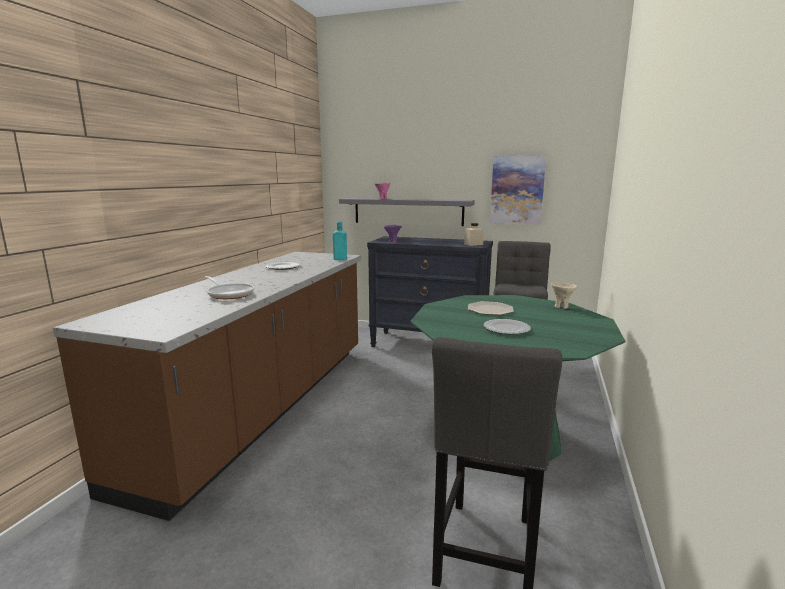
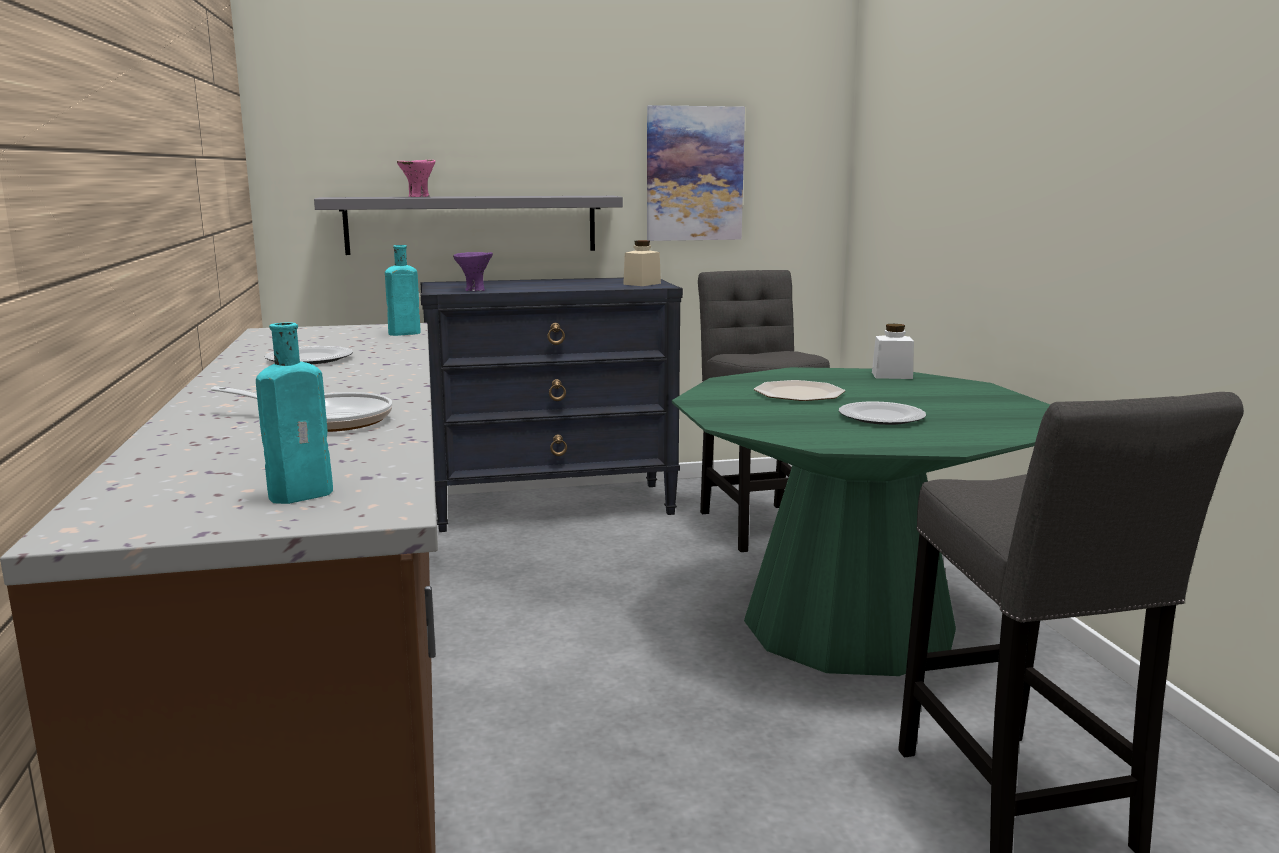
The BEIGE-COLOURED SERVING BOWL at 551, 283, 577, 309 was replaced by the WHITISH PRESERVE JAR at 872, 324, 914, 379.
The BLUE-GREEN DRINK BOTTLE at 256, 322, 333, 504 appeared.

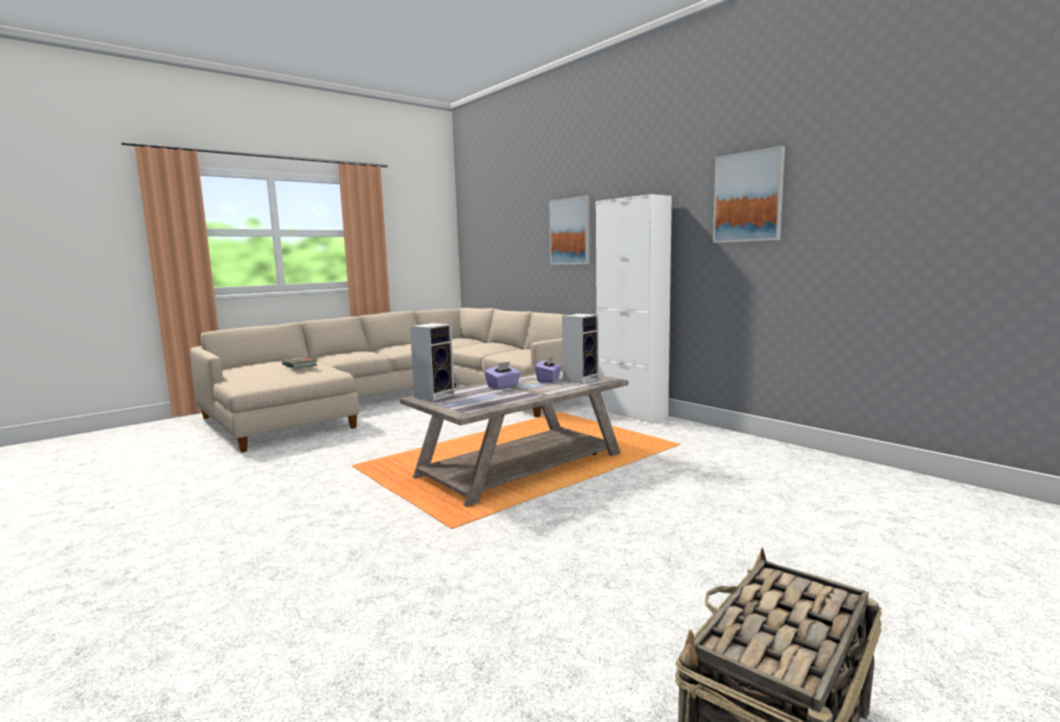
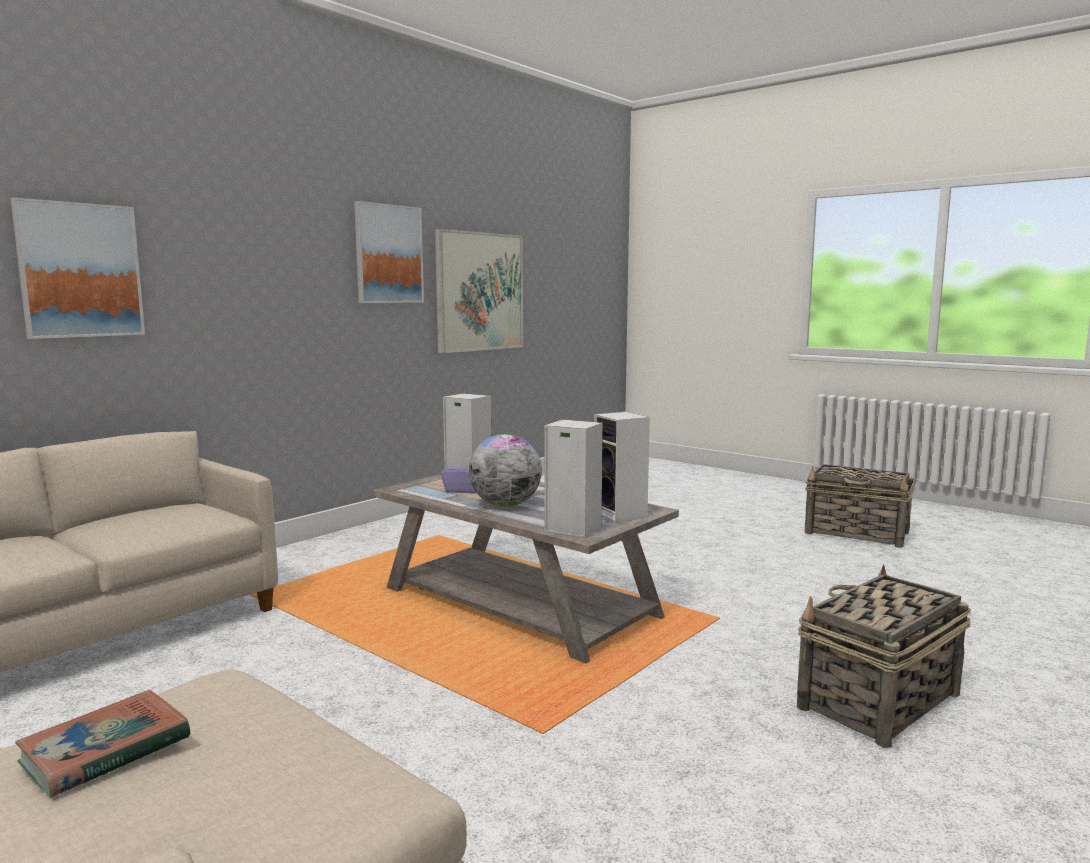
The PURPLE TISSUE HOLDER at 484, 362, 521, 389 was replaced by the DESK GLOBE at 469, 434, 542, 507.
The WHITISH CABINET at 596, 194, 672, 423 disappeared.
The PICTURE at 435, 229, 523, 353 appeared.
The AUDIO SPEAKER at 594, 412, 650, 523 appeared.
The BASKET at 797, 564, 971, 748 appeared.

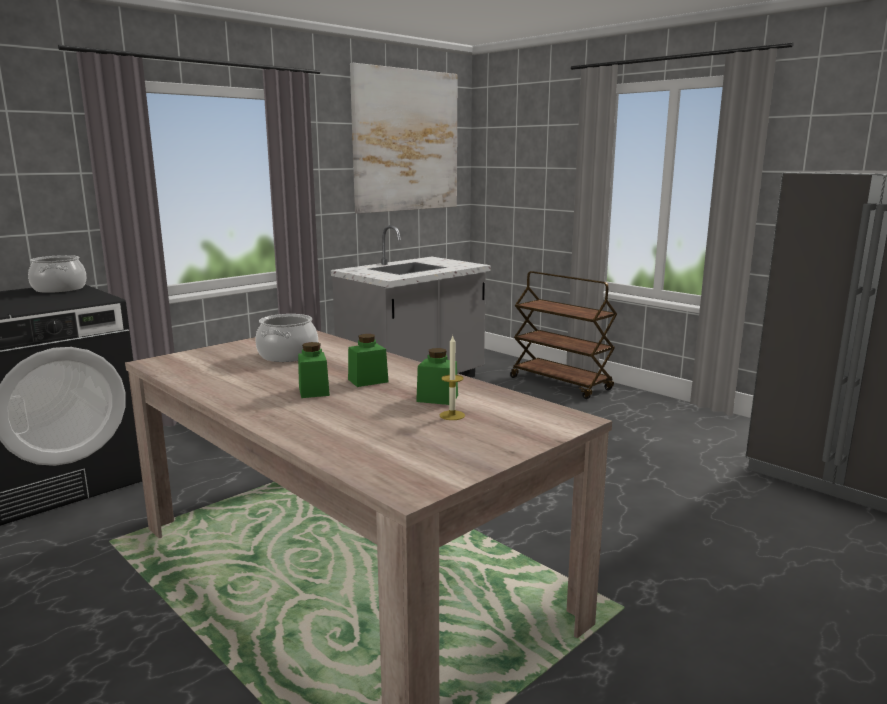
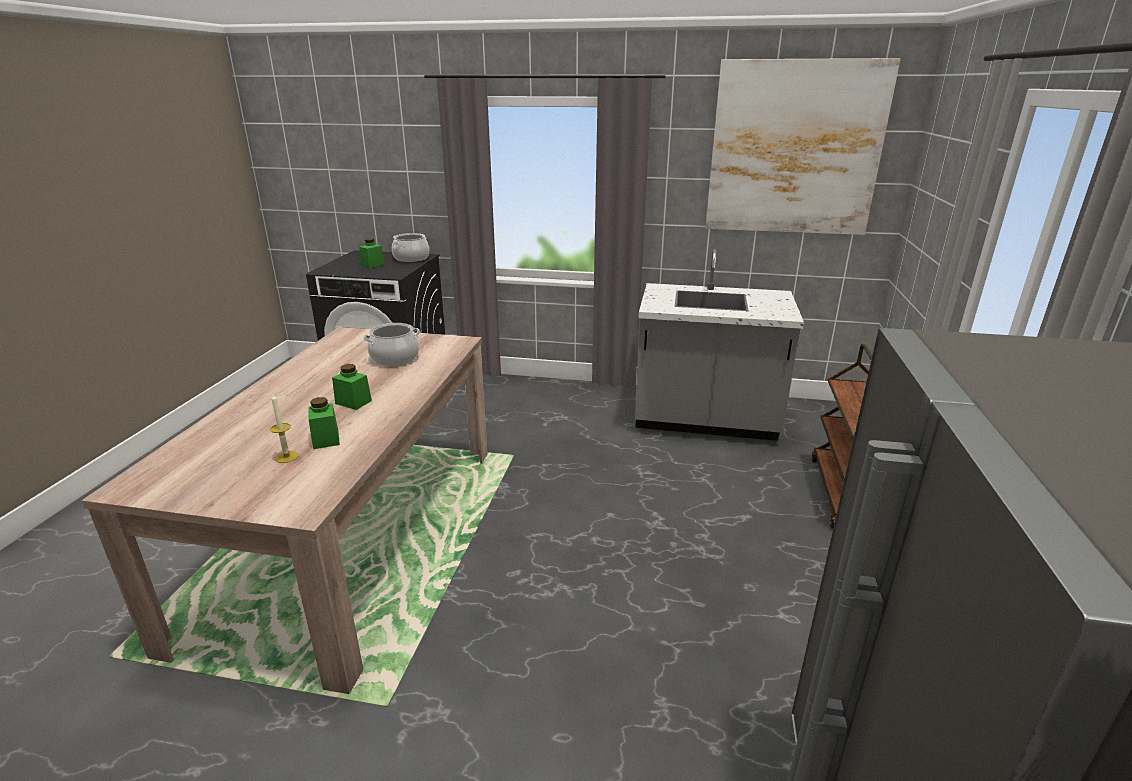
The GREENISH PRESERVE JAR moved from 298, 342, 330, 398 to 359, 238, 385, 268.

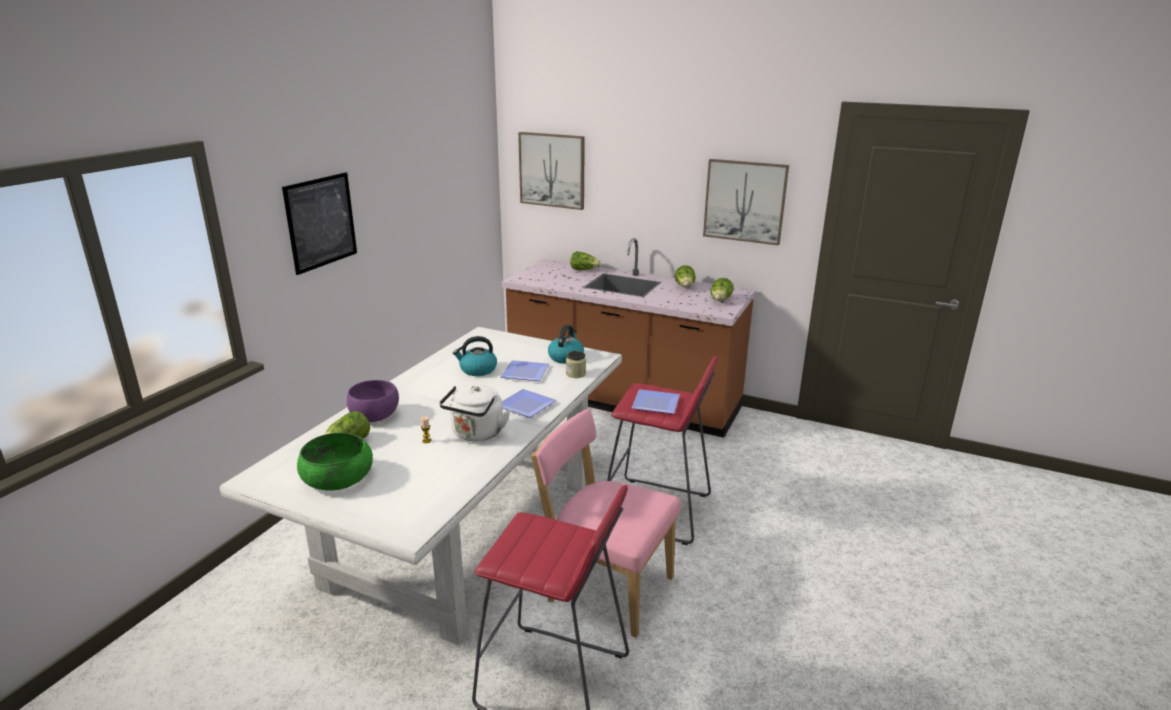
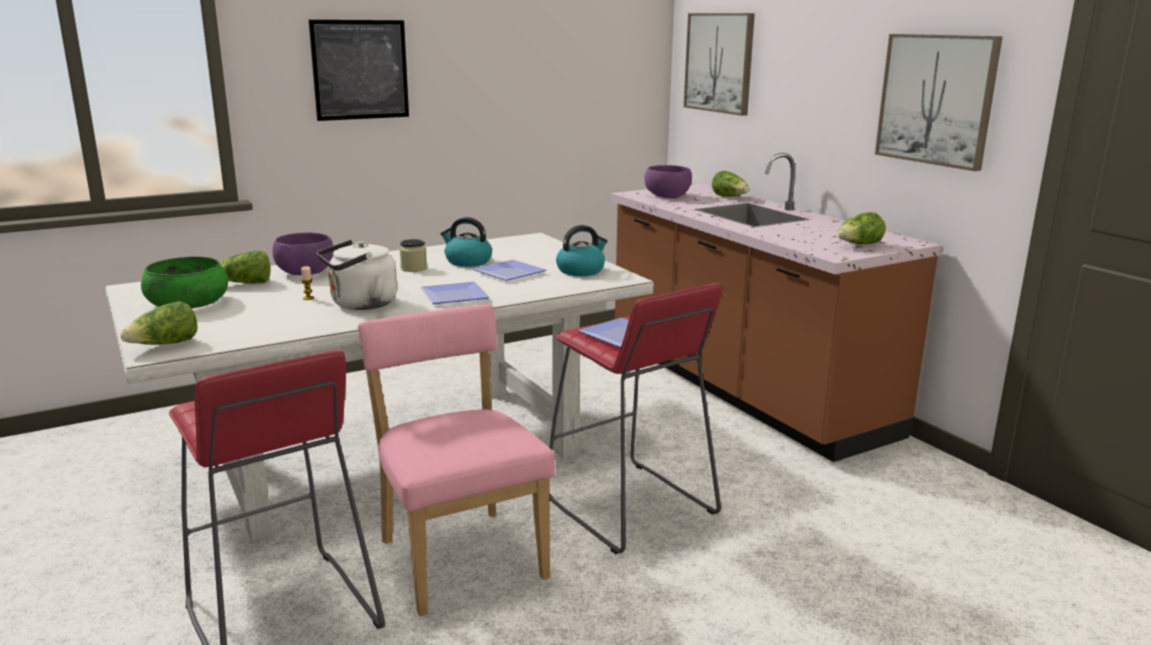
The PRESERVE JAR moved from 566, 351, 586, 378 to 399, 239, 427, 272.
The HEAD OF LETTUCE moved from 675, 265, 696, 287 to 120, 301, 198, 345.
The PURPLE SERVING BOWL at 644, 165, 692, 198 appeared.

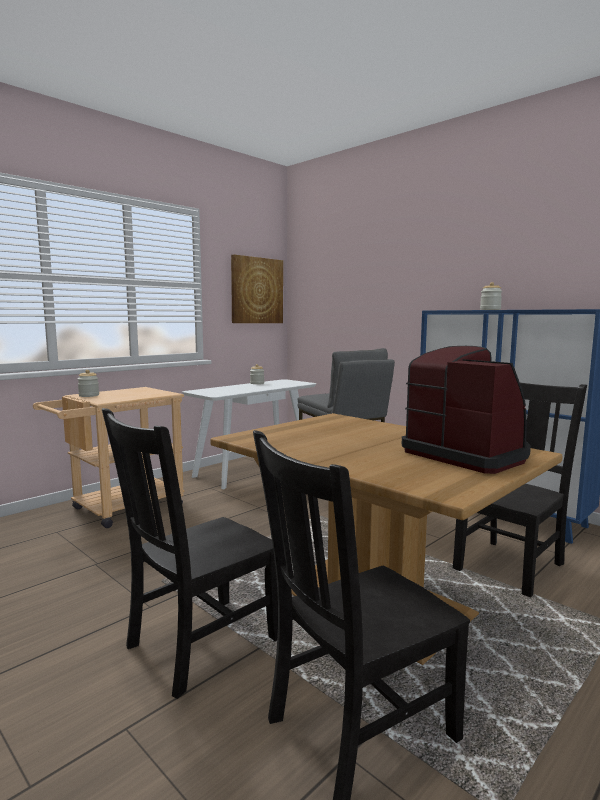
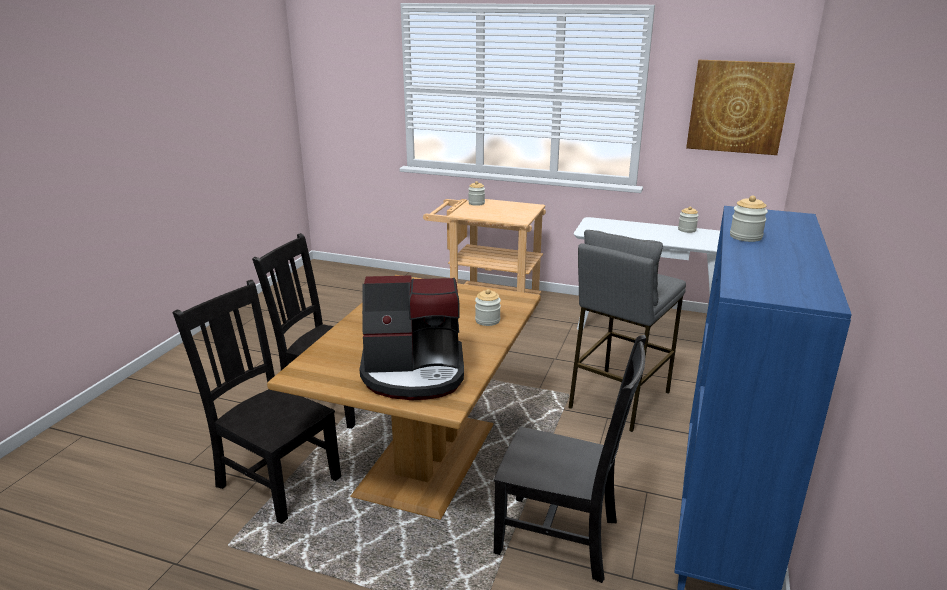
The COFFEE MAKER at 402, 346, 531, 474 turned 60 degrees clockwise.
The PRESERVE JAR at 475, 289, 501, 326 appeared.

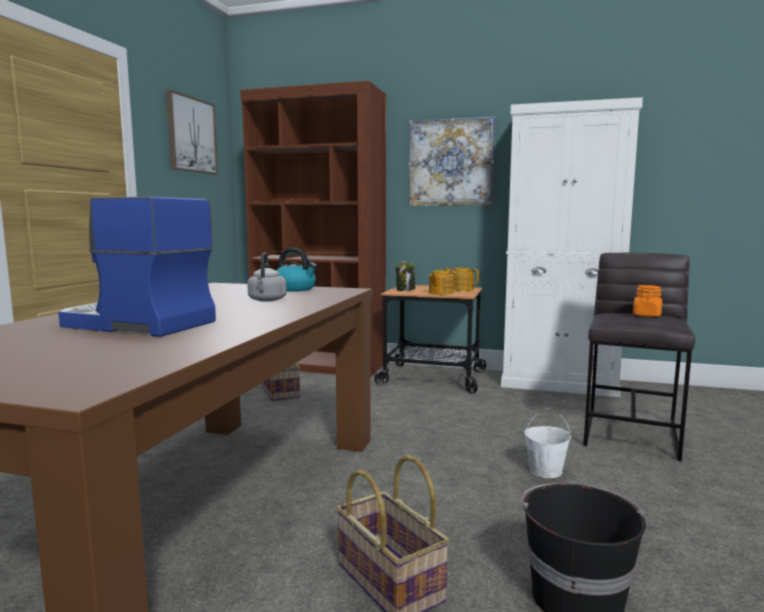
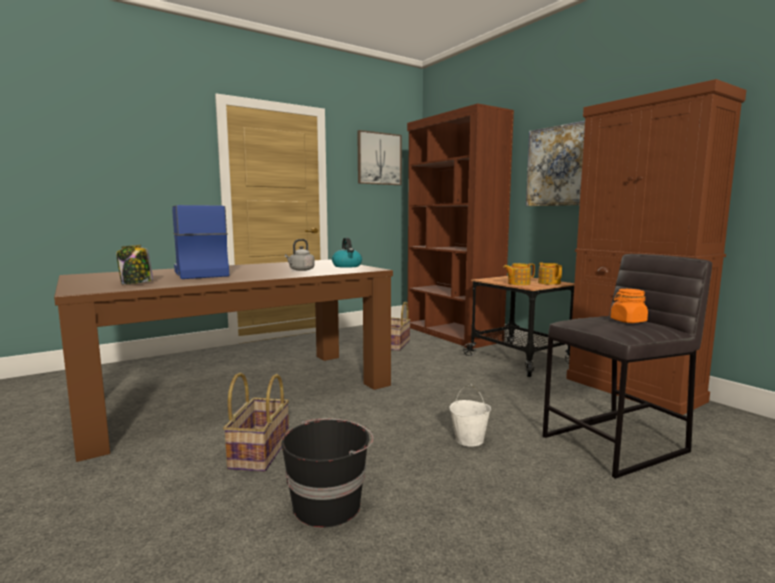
The PRESERVE JAR moved from 395, 261, 415, 291 to 116, 245, 153, 285.
The WHITISH CABINET at 501, 97, 643, 397 became the BROWN CABINET at 566, 79, 746, 415.

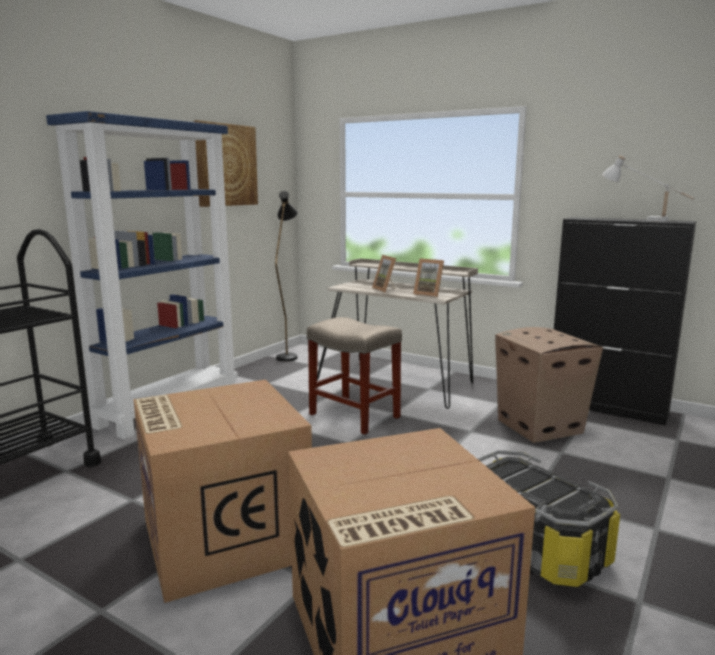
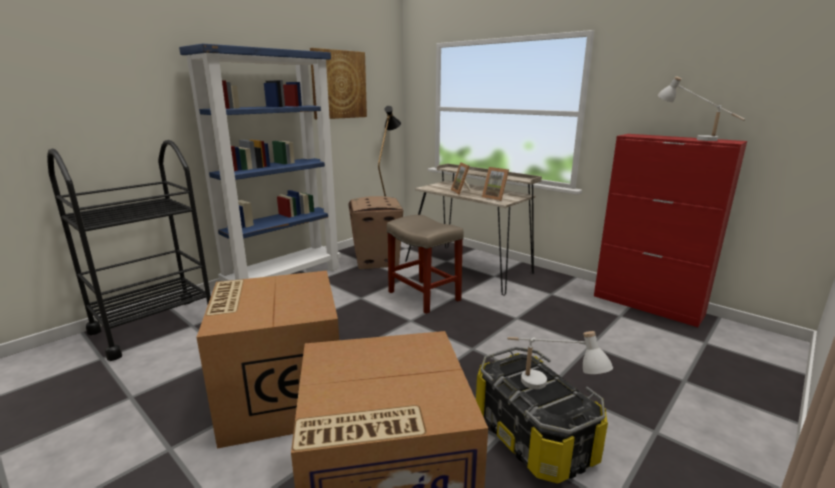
The CARTON moved from 495, 327, 603, 443 to 349, 196, 403, 269.
The BLACK CABINET at 554, 217, 696, 426 became the RED-COLOURED CABINET at 594, 134, 747, 327.
The WHITISH TABLE LAMP at 507, 331, 613, 389 appeared.

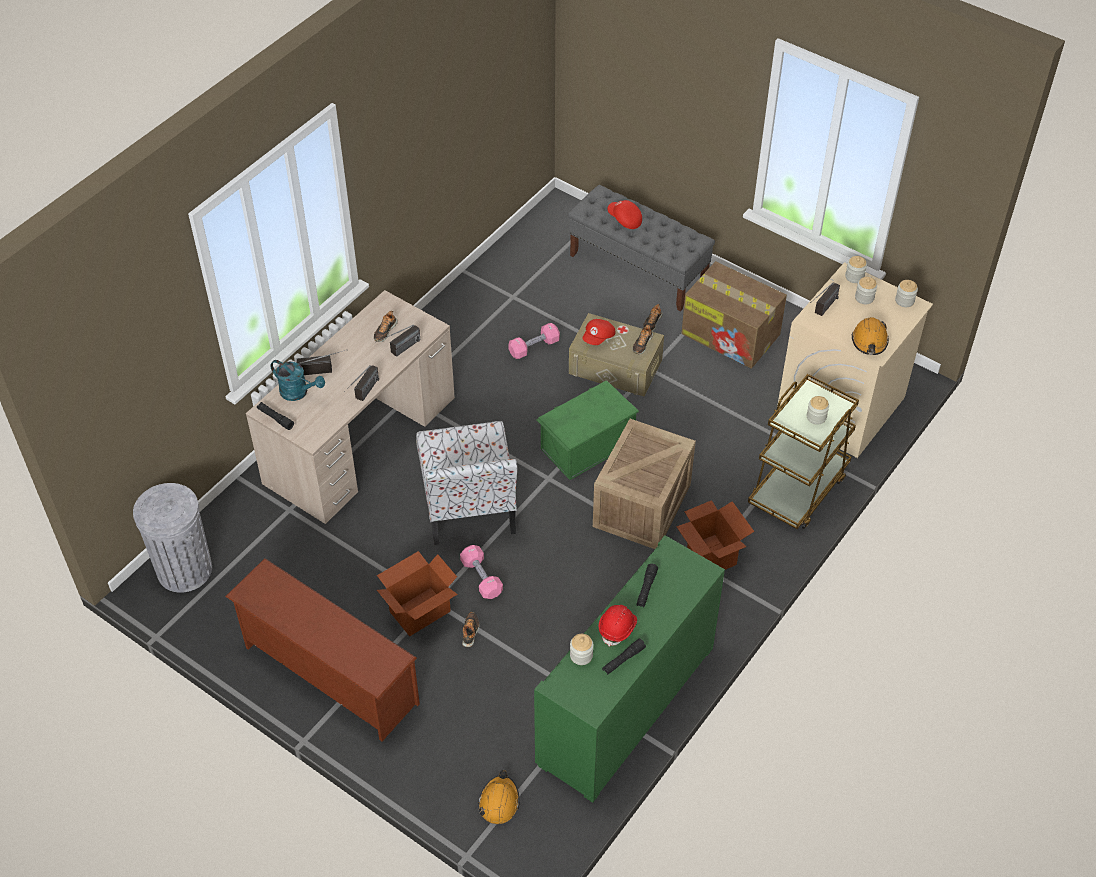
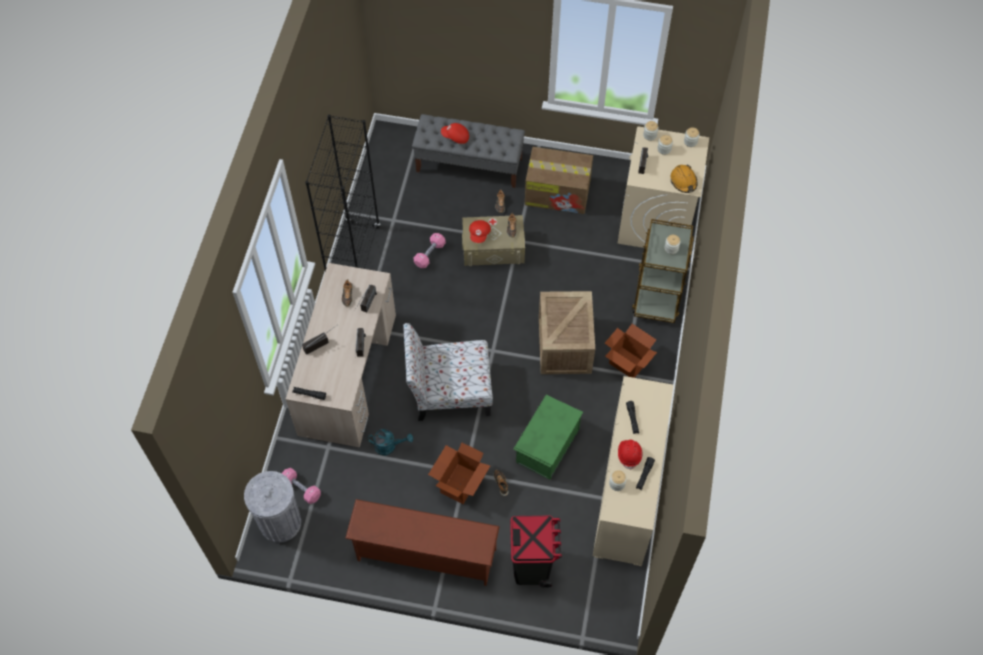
The BLUE-GREEN WATERING CAN moved from 270, 360, 325, 401 to 367, 429, 413, 455.
The UPRIGHT CHAIR at 416, 421, 517, 545 turned 120 degrees clockwise.
The PINKISH HAND WEIGHT moved from 460, 545, 503, 599 to 282, 468, 321, 504.
The ORANGE-COLOURED HARD HAT at 478, 770, 520, 824 disappeared.
The GREENISH CABINET at 534, 536, 725, 803 became the BEIGE-COLOURED CABINET at 593, 376, 674, 566.
The GREENISH STORAGE CONTAINER moved from 536, 380, 639, 480 to 514, 395, 583, 480.
The BLACK SHELVING UNIT at 305, 114, 380, 271 appeared.
The BLACK TRASH CAN at 510, 515, 562, 588 appeared.

